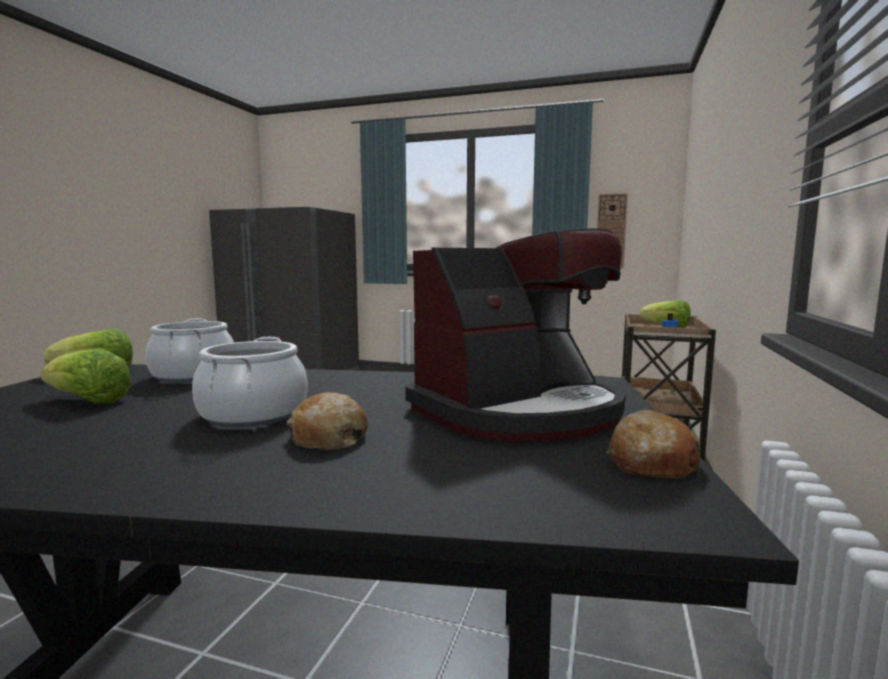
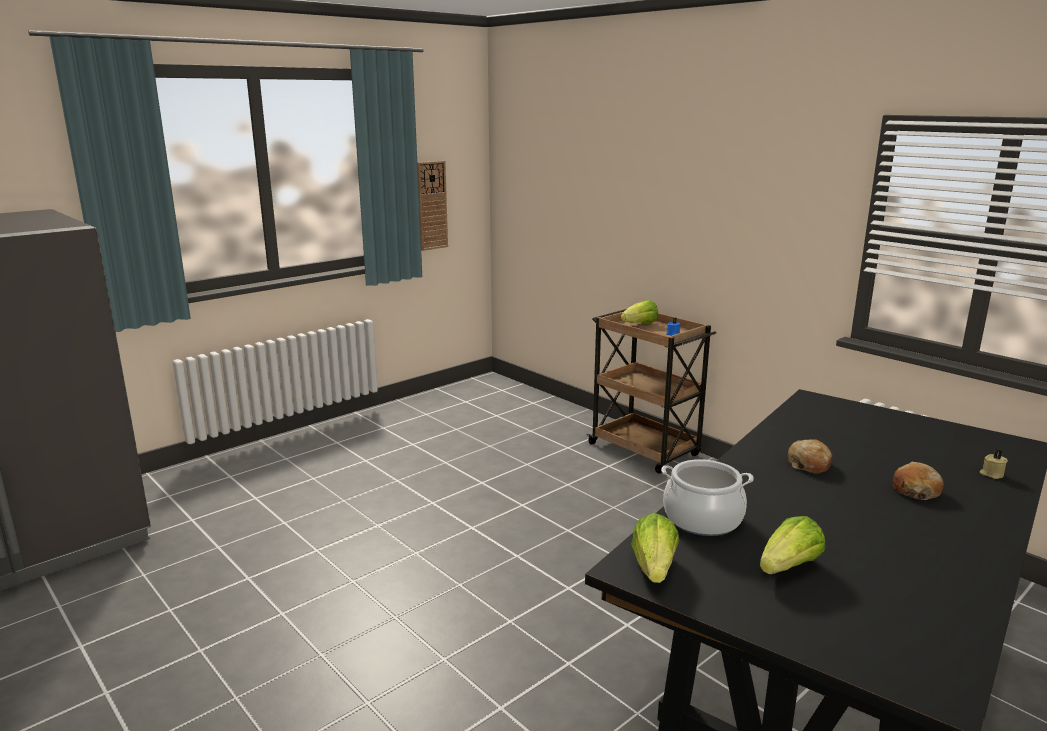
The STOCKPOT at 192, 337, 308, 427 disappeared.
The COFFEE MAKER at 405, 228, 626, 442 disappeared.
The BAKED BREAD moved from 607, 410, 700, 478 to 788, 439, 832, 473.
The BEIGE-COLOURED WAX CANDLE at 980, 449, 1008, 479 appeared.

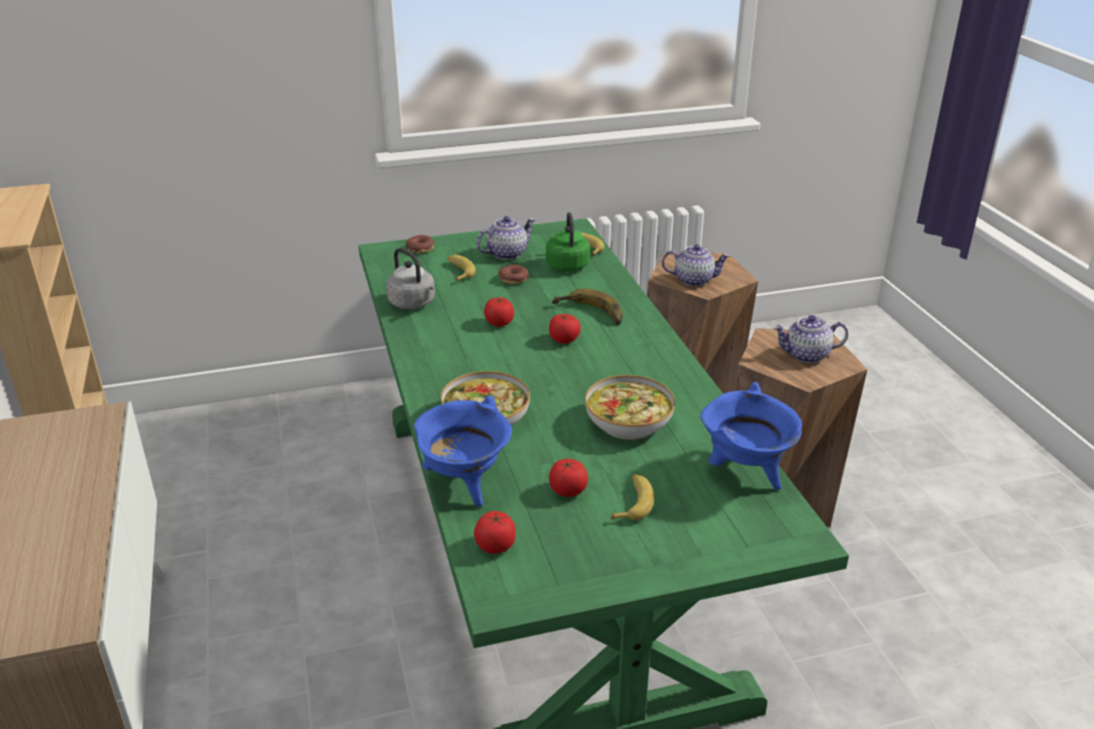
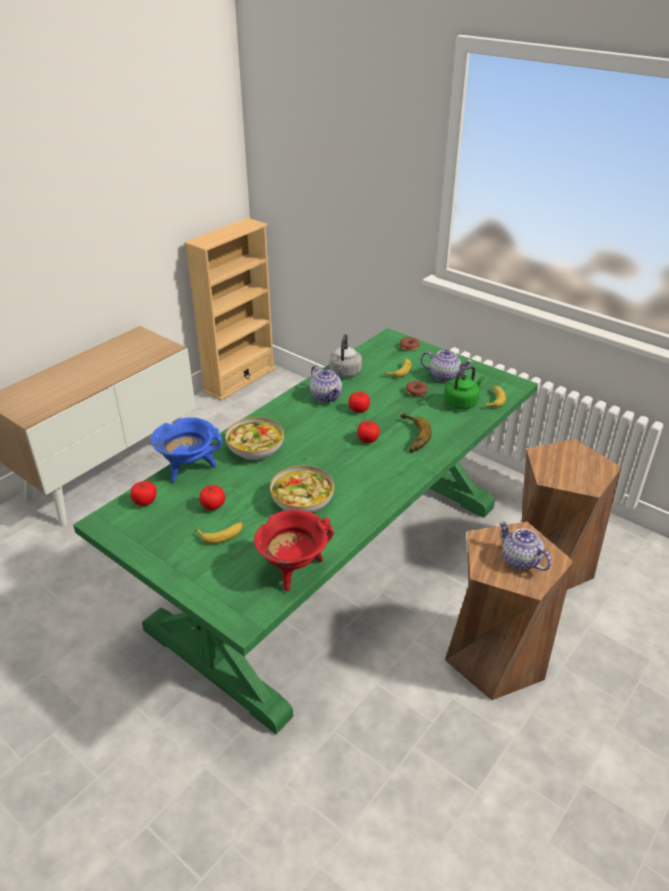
The TEA POT moved from 662, 244, 730, 286 to 310, 366, 342, 403.
The BLUE-COLOURED STOCKPOT at 700, 382, 802, 490 became the RED-COLOURED STOCKPOT at 254, 510, 334, 591.

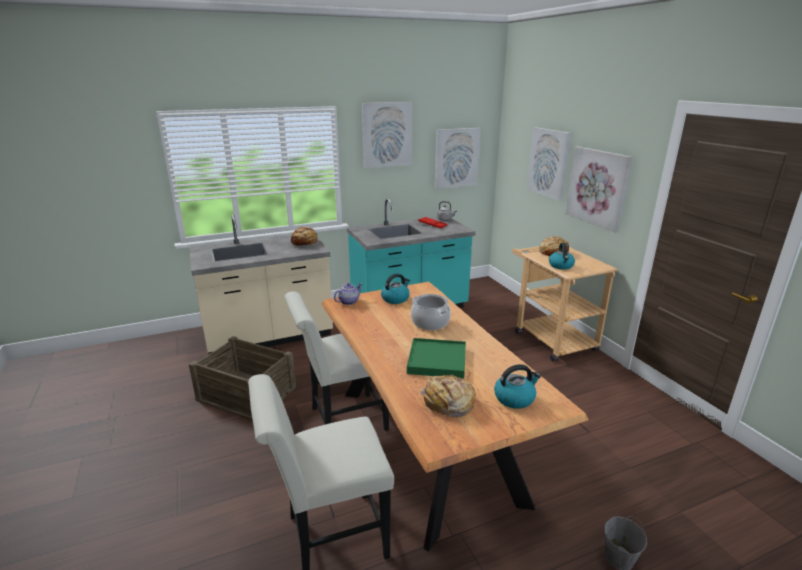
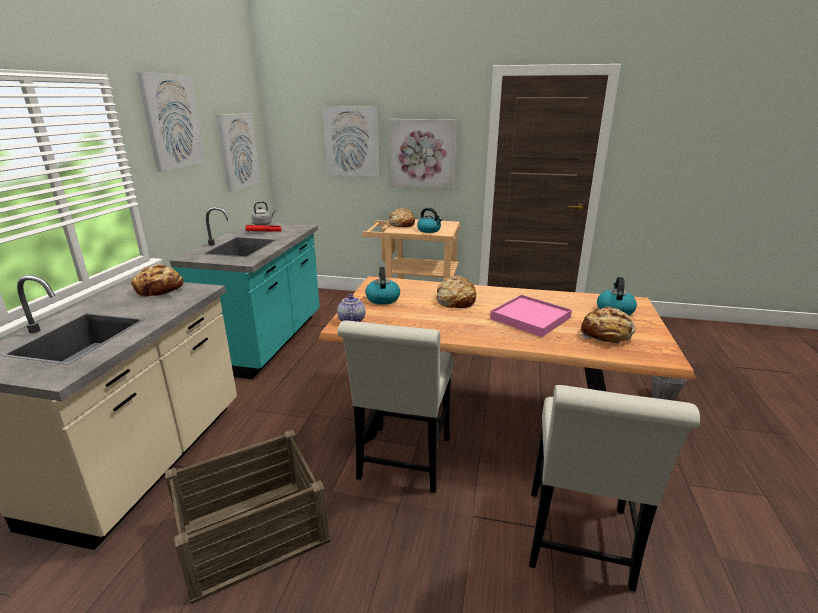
The GREENISH CARRYING TRAY at 407, 338, 466, 379 became the PINKISH CARRYING TRAY at 490, 295, 572, 337.
The STOCKPOT at 411, 294, 451, 330 was replaced by the BAKED BREAD at 436, 275, 476, 308.

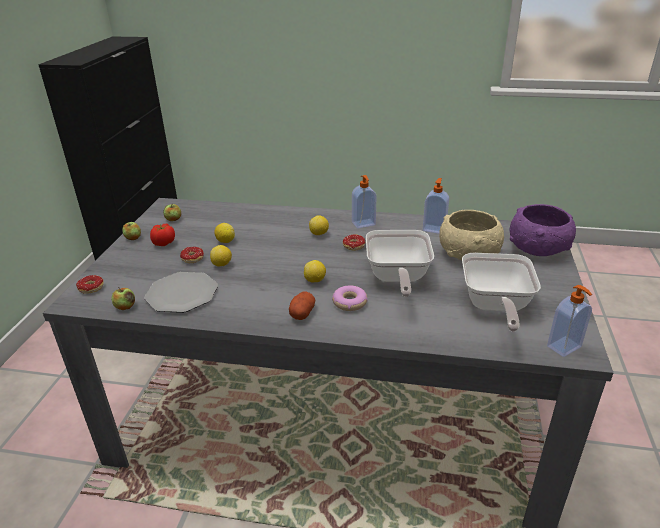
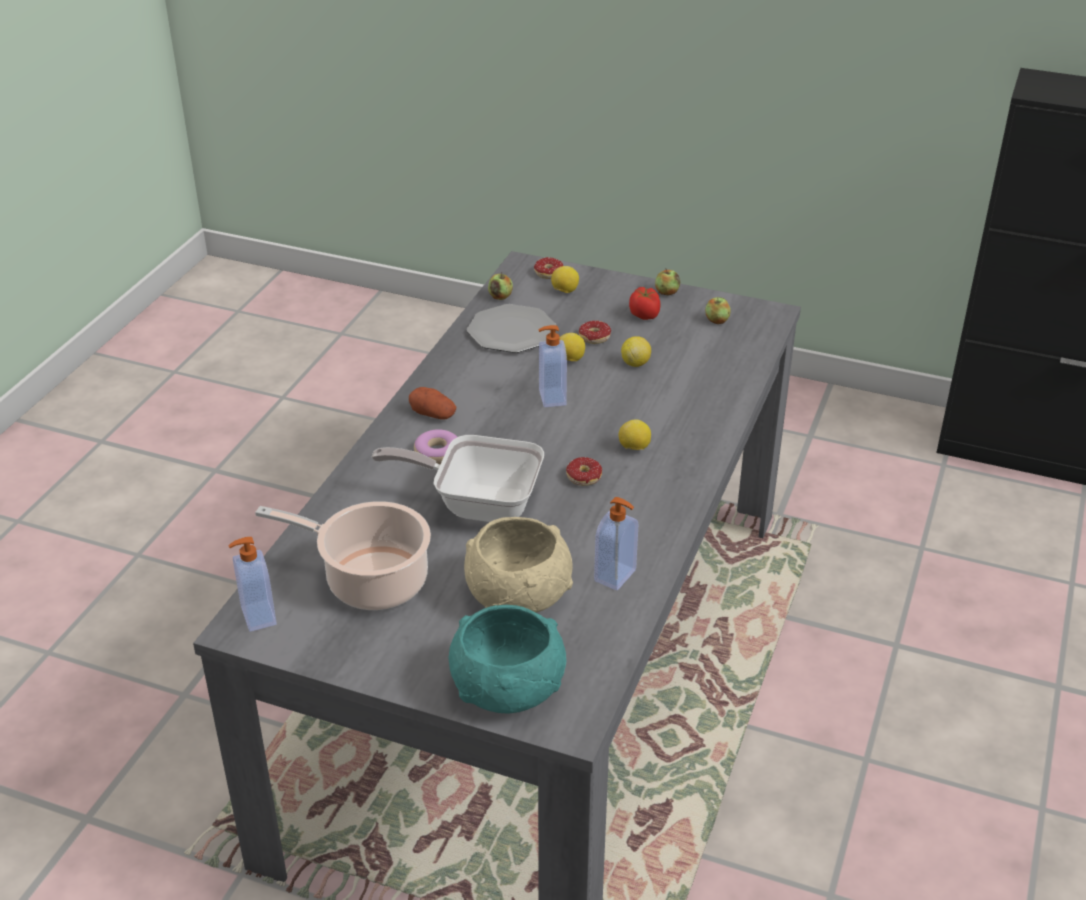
The WHOLE LEMON moved from 304, 260, 326, 282 to 551, 266, 579, 293.
The SOAP DISPENSER moved from 352, 175, 377, 228 to 538, 325, 567, 407.
The SKILLET at 462, 253, 541, 332 was replaced by the STOCKPOT at 255, 501, 431, 610.
The PURPLE SERVING BOWL at 510, 204, 576, 256 became the BLUE-GREEN SERVING BOWL at 448, 605, 566, 714.

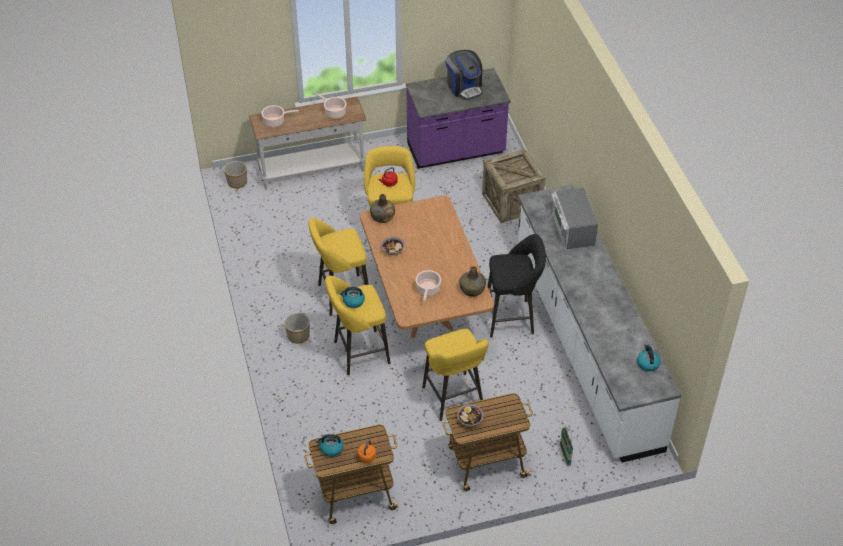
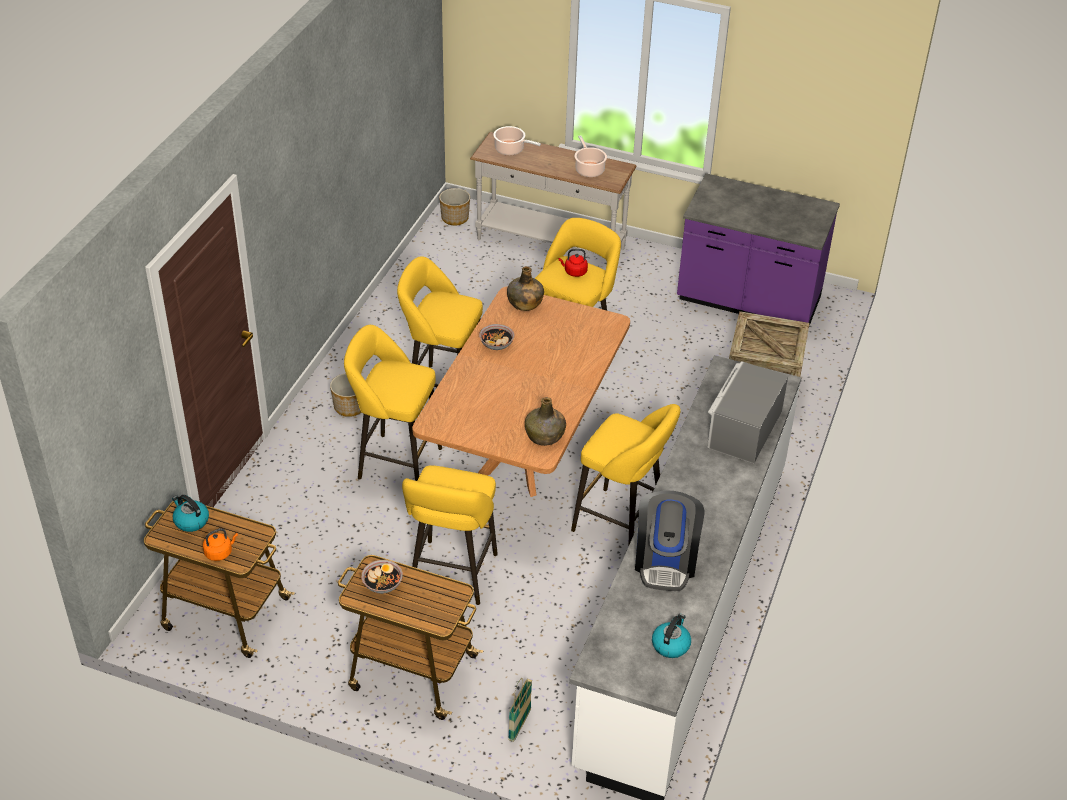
The KETTLE at 339, 287, 365, 308 disappeared.
The STOCKPOT at 416, 270, 441, 301 disappeared.
The COFFEE MAKER moved from 446, 50, 482, 100 to 635, 490, 704, 591.
The BLACK STOOL at 487, 234, 546, 338 became the YELLOW-COLOURED STOOL at 571, 404, 680, 547.

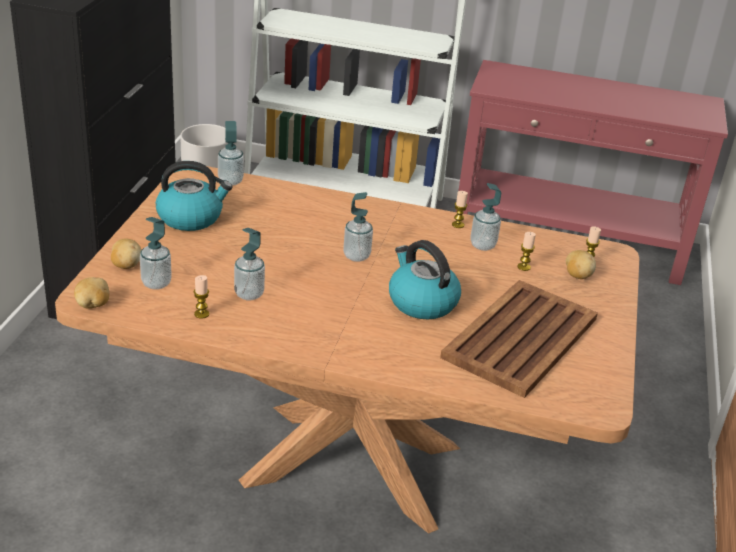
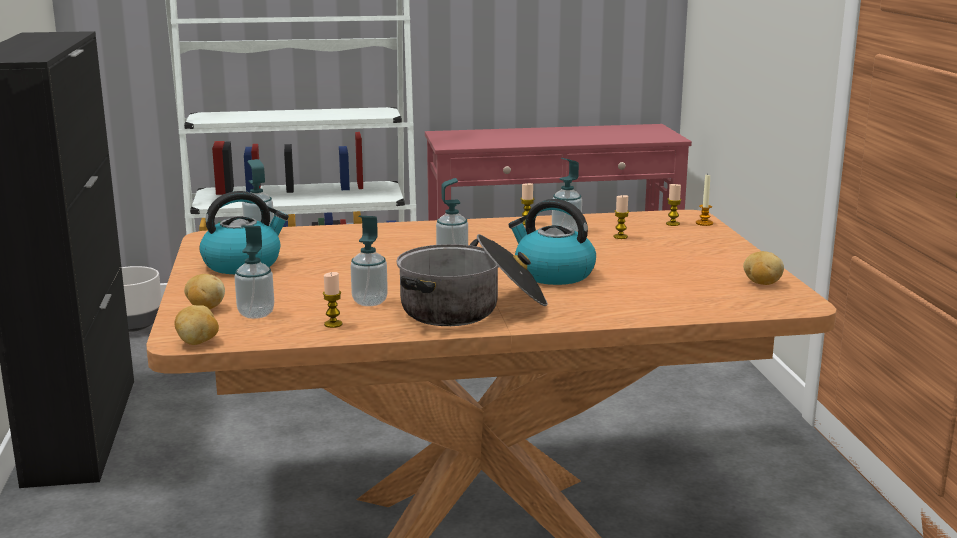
The BROWN CARRYING TRAY at 440, 280, 598, 398 disappeared.
The WHOLE POTATO moved from 566, 250, 596, 279 to 743, 251, 784, 285.
The STOCKPOT at 396, 234, 548, 326 appeared.
The WAX CANDLE at 696, 175, 713, 226 appeared.

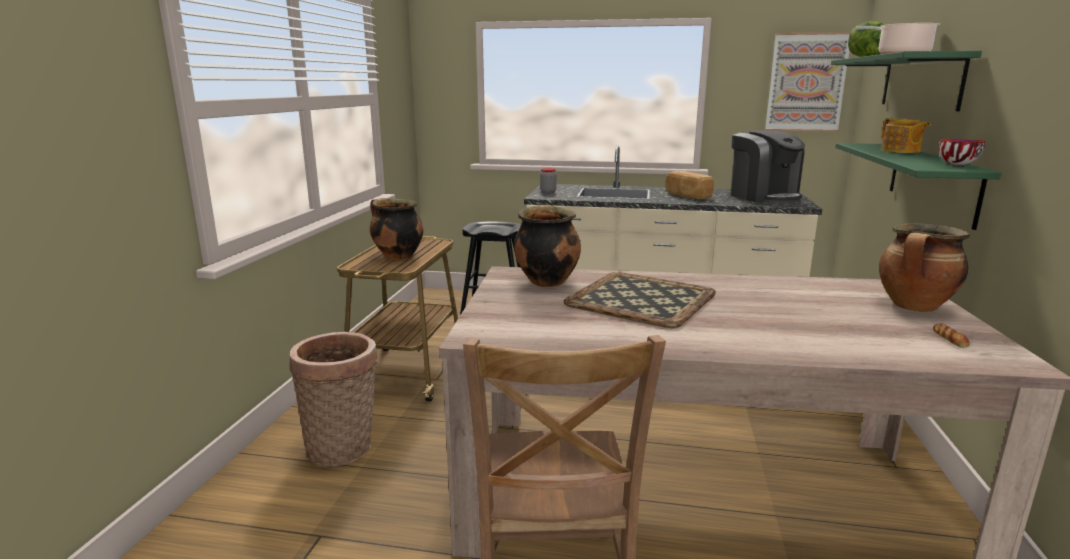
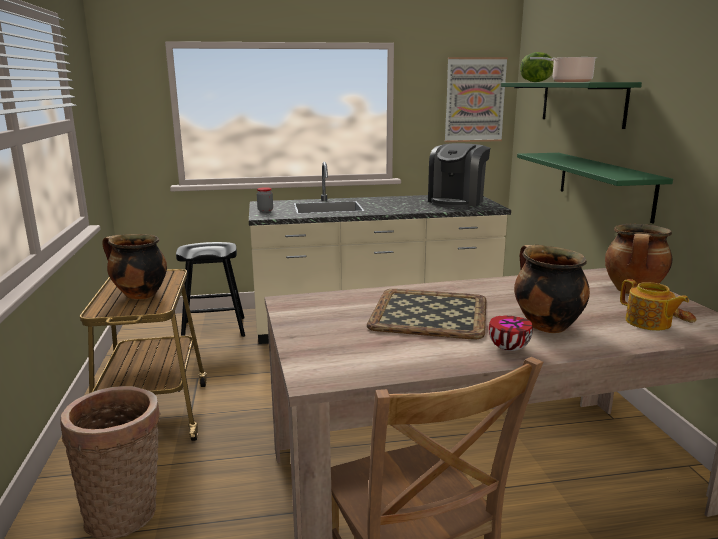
The STOCKPOT moved from 514, 205, 581, 287 to 514, 245, 590, 333.
The BAKED BREAD at 665, 171, 714, 199 disappeared.
The COFFEE MAKER at 731, 131, 805, 204 turned 75 degrees clockwise.
The TEA POT moved from 881, 118, 930, 153 to 620, 279, 689, 331.
The SERVING BOWL moved from 939, 139, 985, 165 to 489, 316, 533, 351.

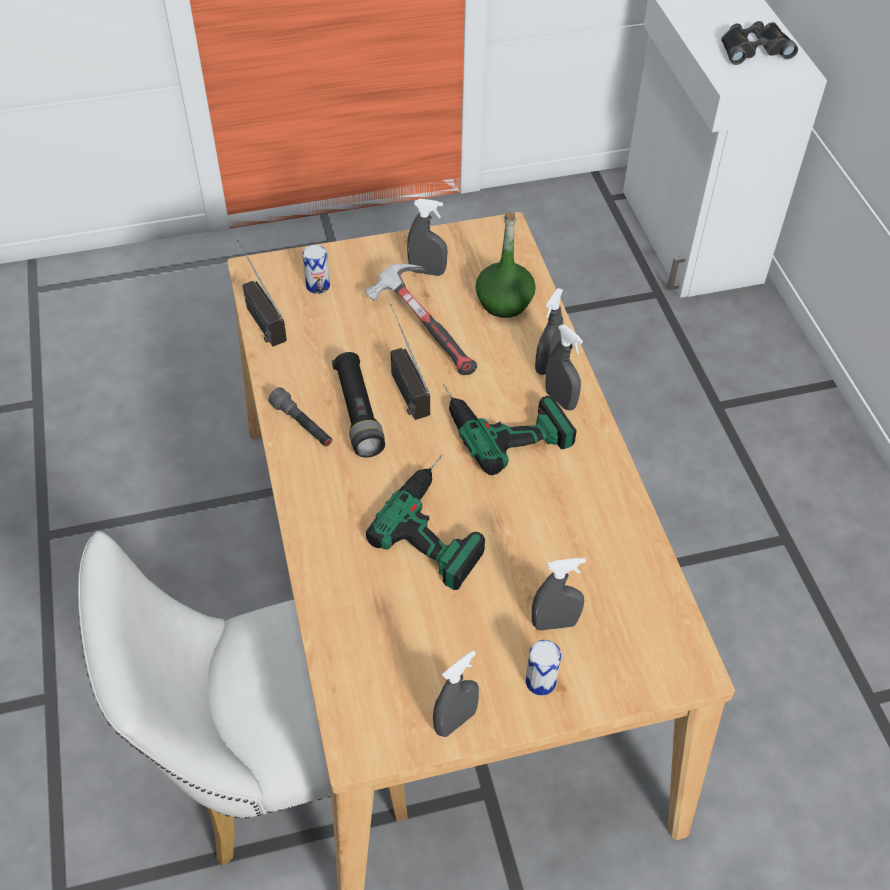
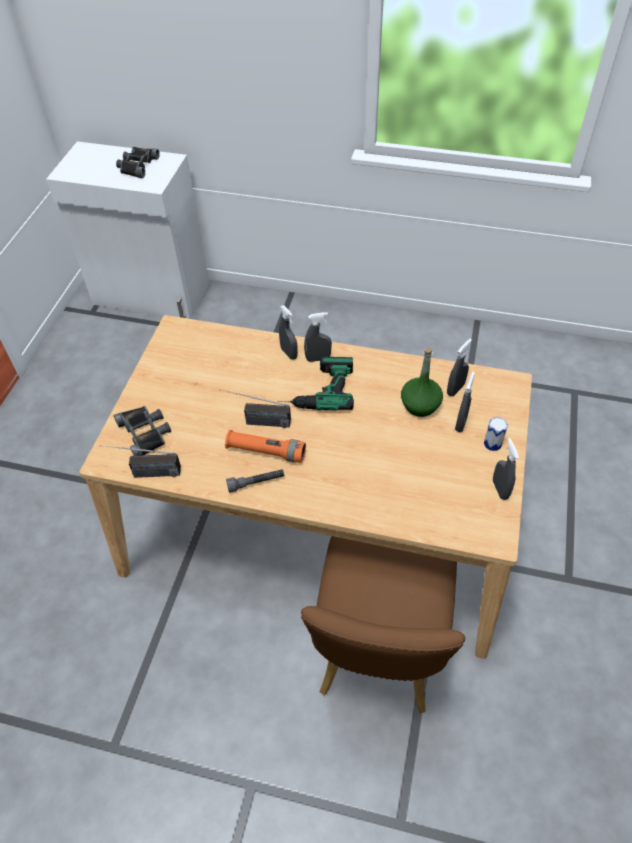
The WHITISH UPRIGHT CHAIR at 77, 531, 408, 866 became the BROWN UPRIGHT CHAIR at 301, 536, 465, 714.
The METAL CAN at 302, 245, 330, 294 was replaced by the BLACK PAIR OF BINOCULARS at 114, 406, 171, 456.
The BLACK TORCH at 332, 352, 385, 457 became the ORANGE-COLOURED TORCH at 225, 430, 306, 463.
The TOOL HAMMER at 365, 264, 477, 375 disappeared.
The DRILL at 366, 455, 485, 590 disappeared.
The GREYISH SPRAY BOTTLE moved from 407, 199, 448, 276 to 447, 339, 472, 396.
The GREENISH DRINK BOTTLE moved from 475, 212, 536, 318 to 401, 348, 443, 417.

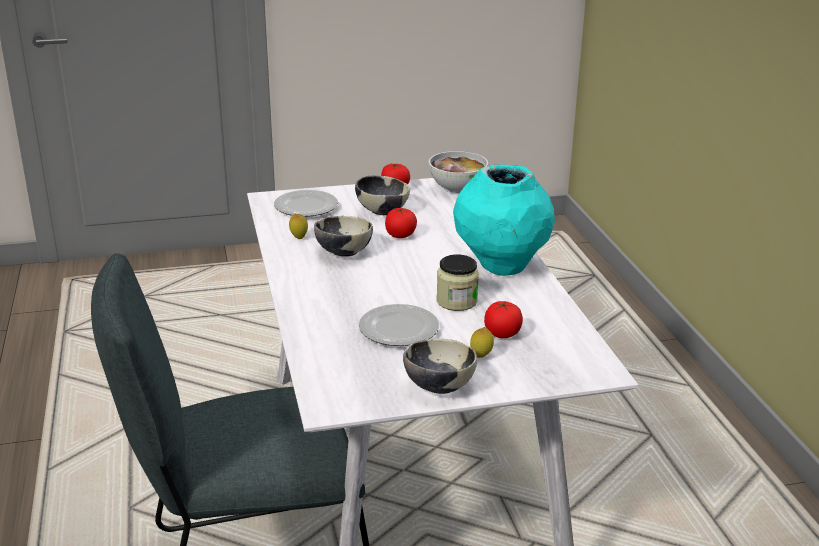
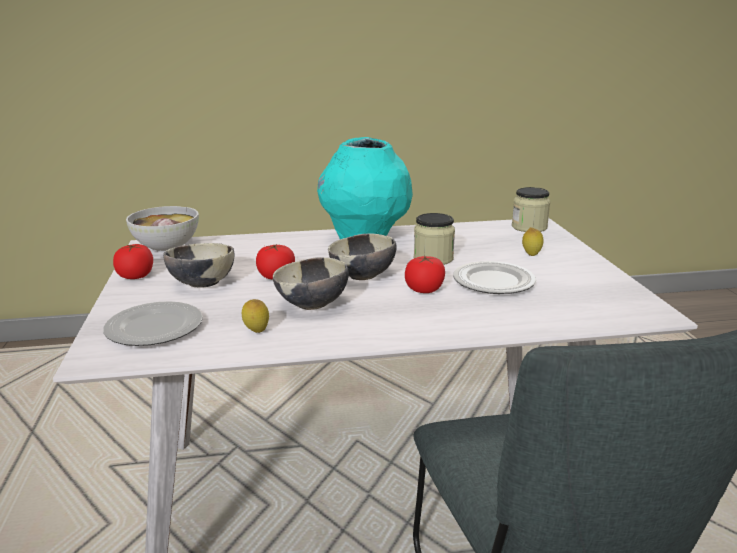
The SERVING BOWL moved from 403, 339, 477, 394 to 328, 233, 397, 280.
The WHOLE TOMATO moved from 484, 300, 523, 338 to 405, 256, 445, 293.
The PRESERVE JAR at 512, 187, 550, 232 appeared.

